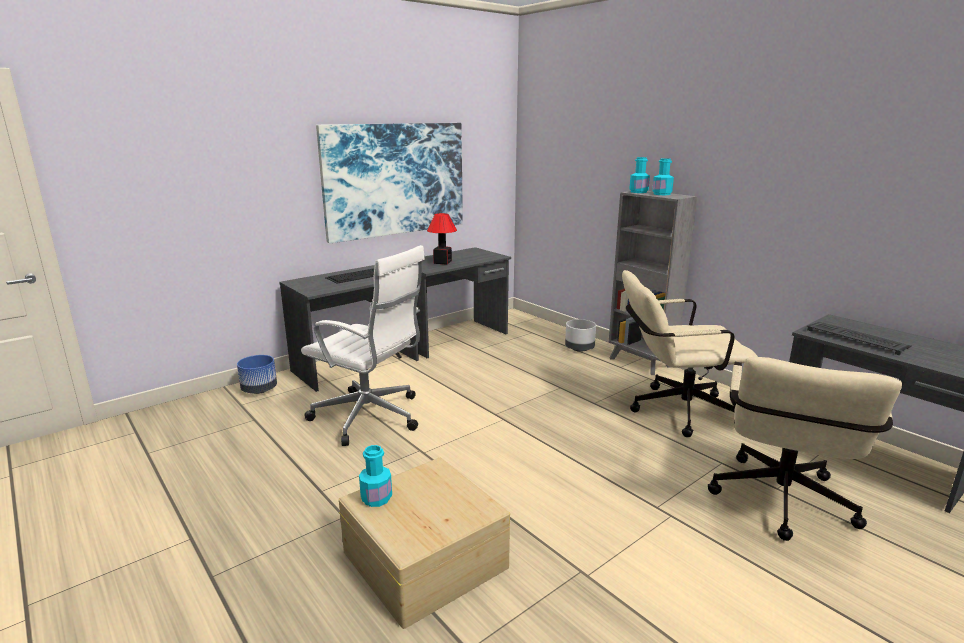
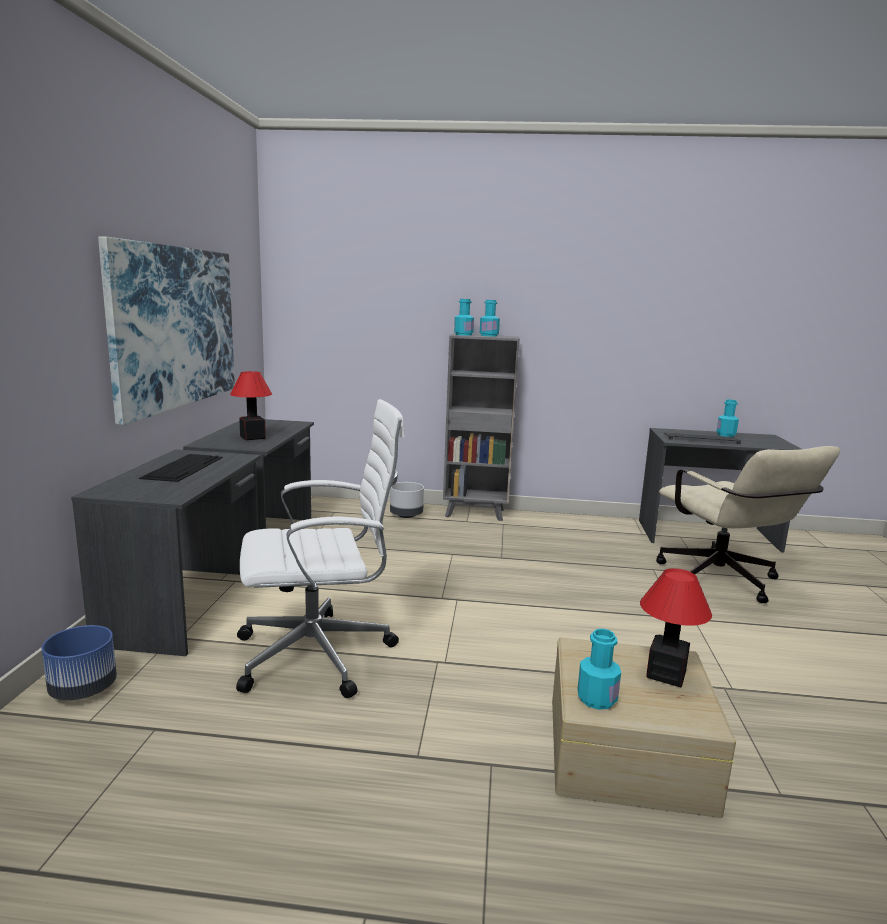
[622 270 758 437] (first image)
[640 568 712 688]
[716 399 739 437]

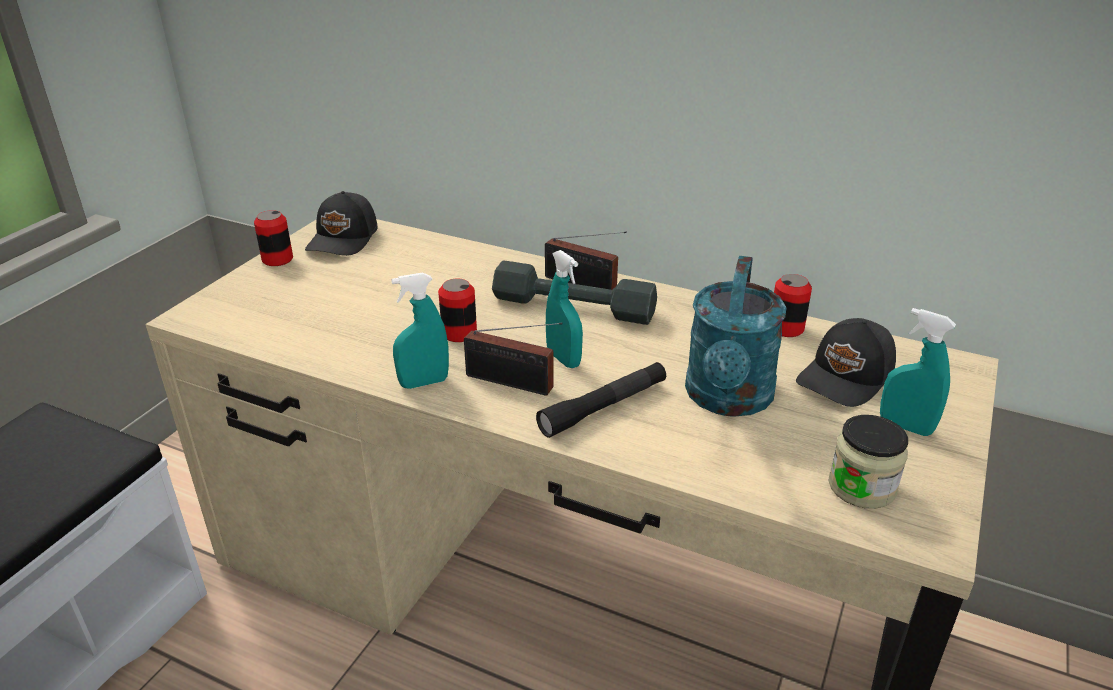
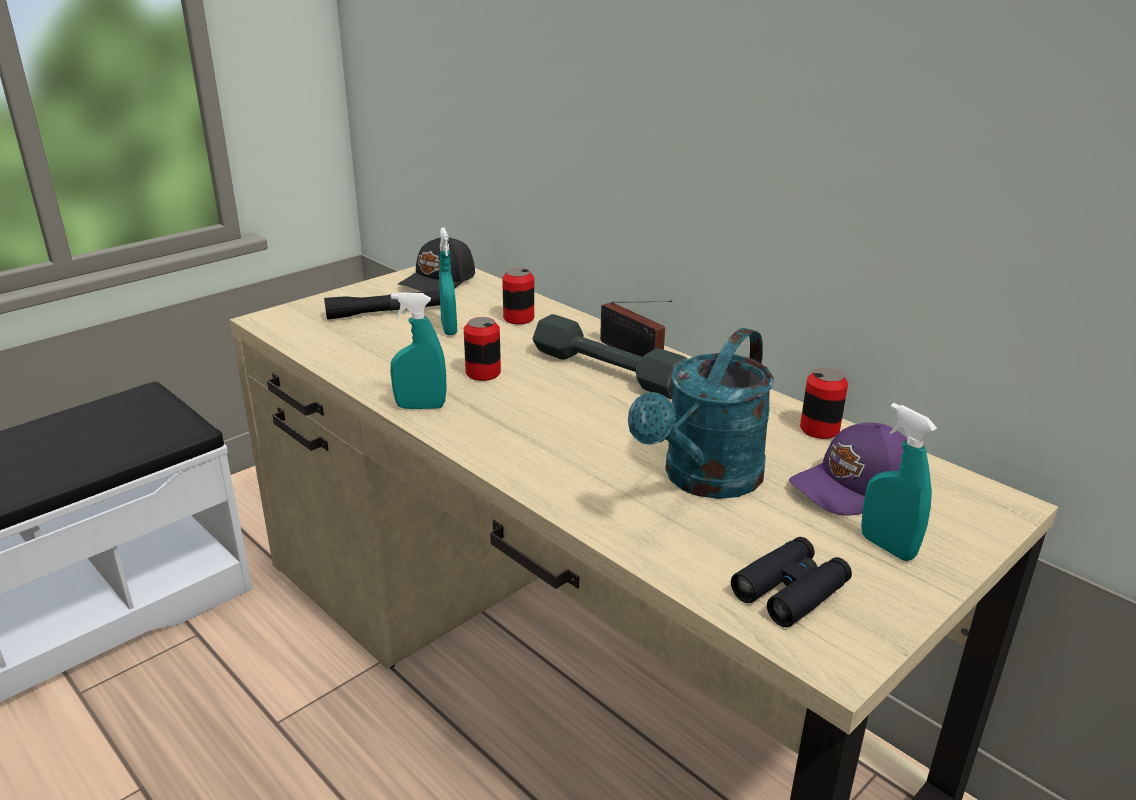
[502 268 534 324]
[464 323 563 396] (first image)
[324 290 440 320]
[439 228 457 335]
[789 422 907 516]
[731 537 852 627]

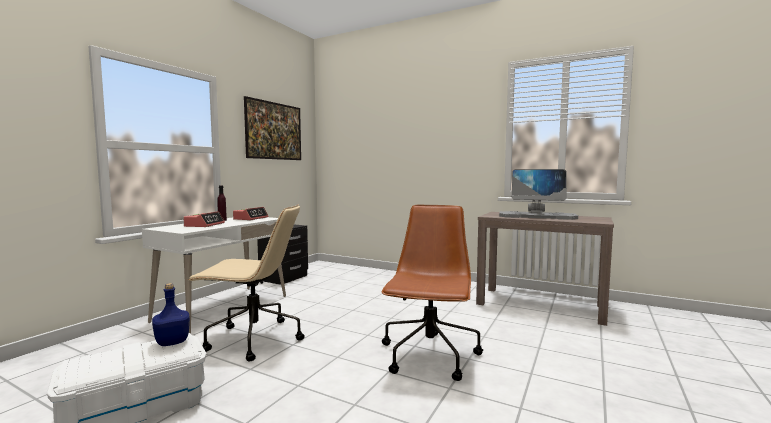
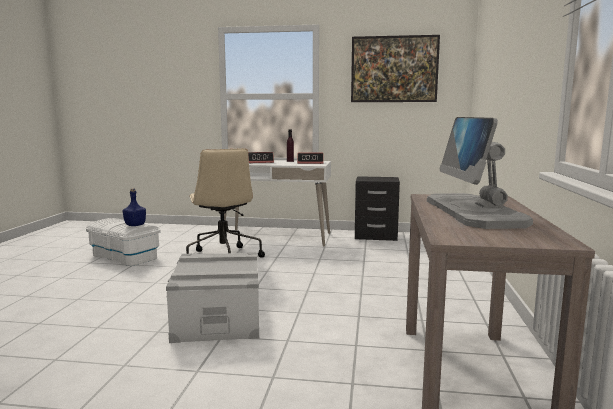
[166 252 259 343]

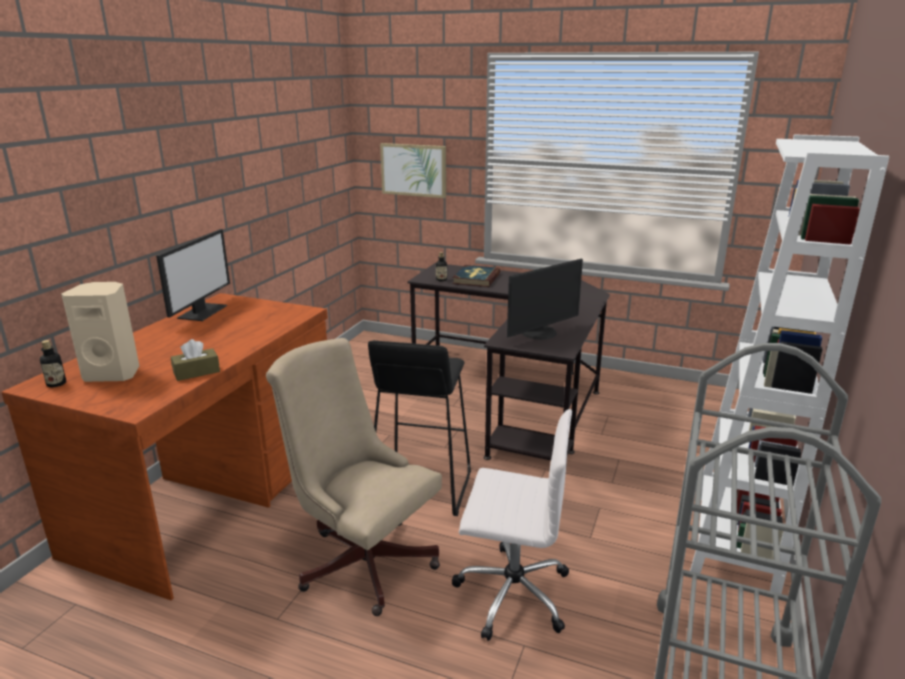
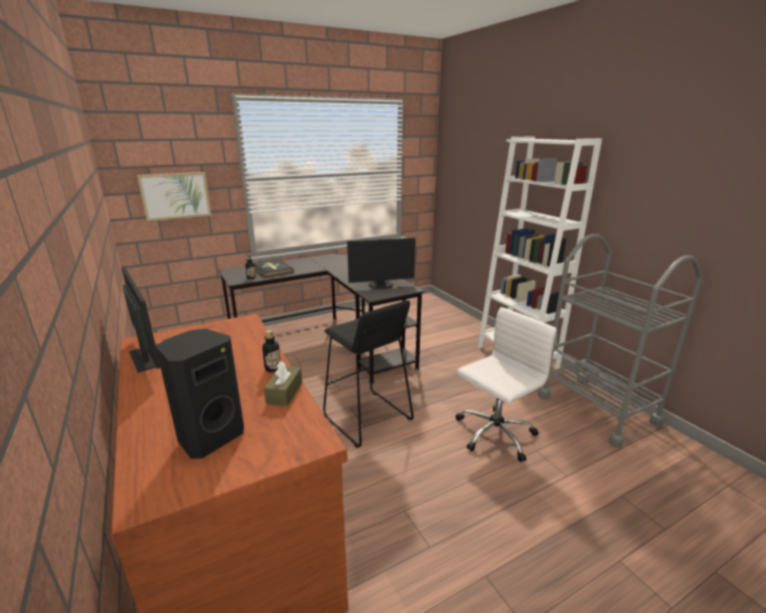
[262 330 281 372]
[156 328 244 459]
[266 338 442 616] (first image)
[347 238 416 289]

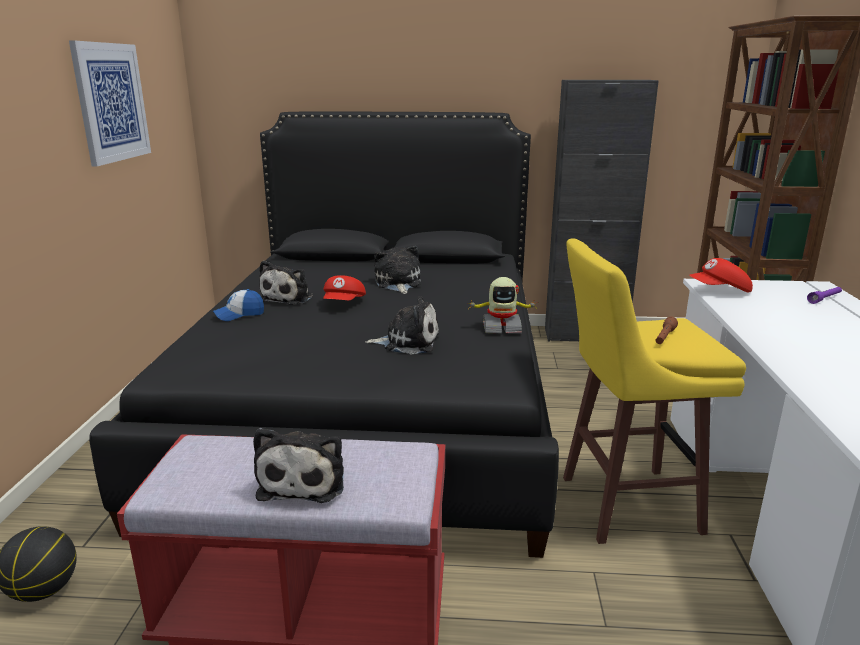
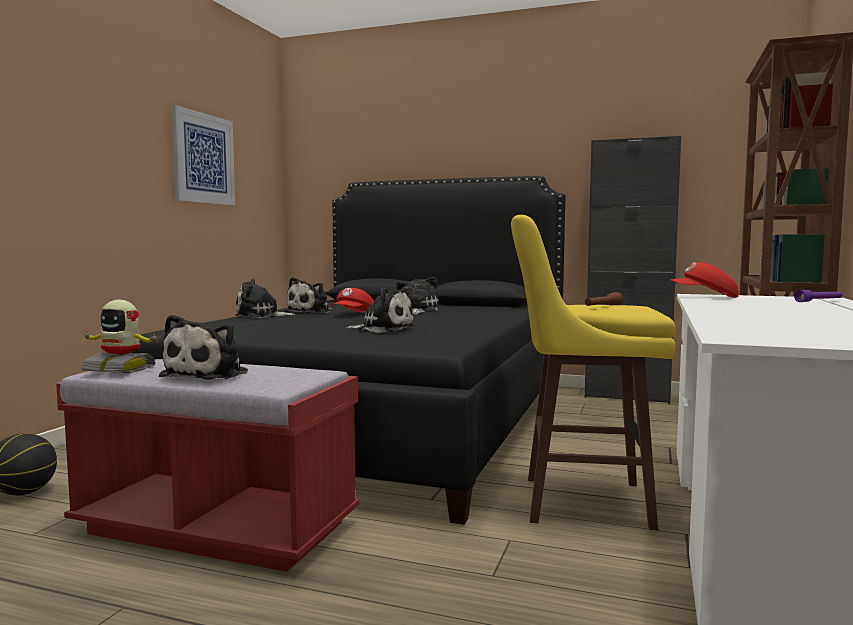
[235 278 296 318]
[81 300 159 373]

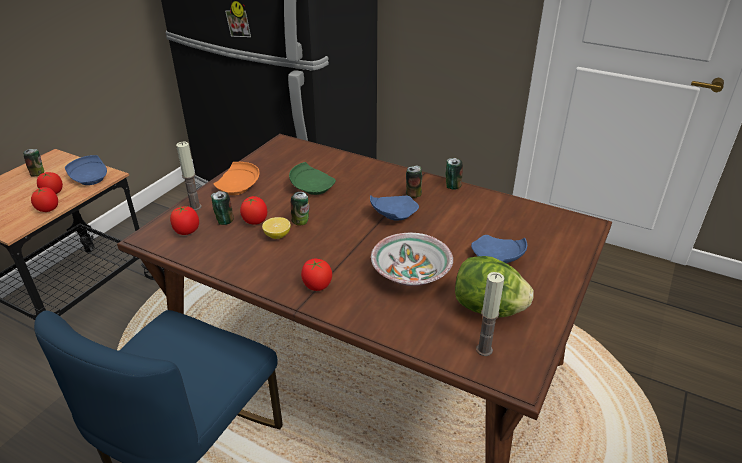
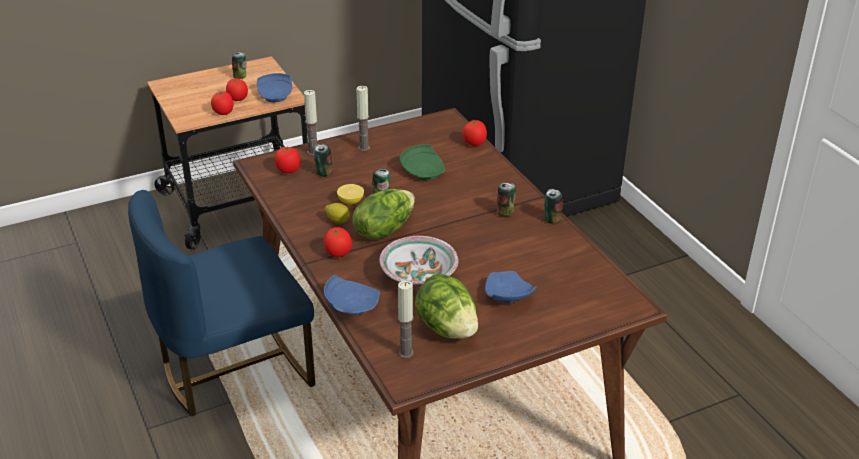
[356 86 370 151]
[462 120 487 146]
[324 275 380 315]
[325 203 350 223]
[352 189 415 239]

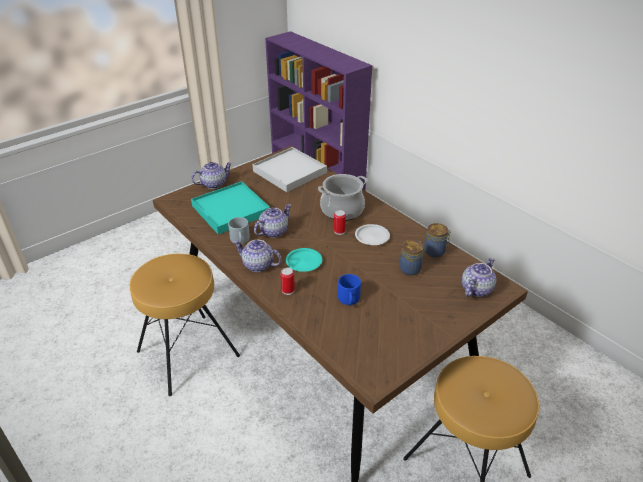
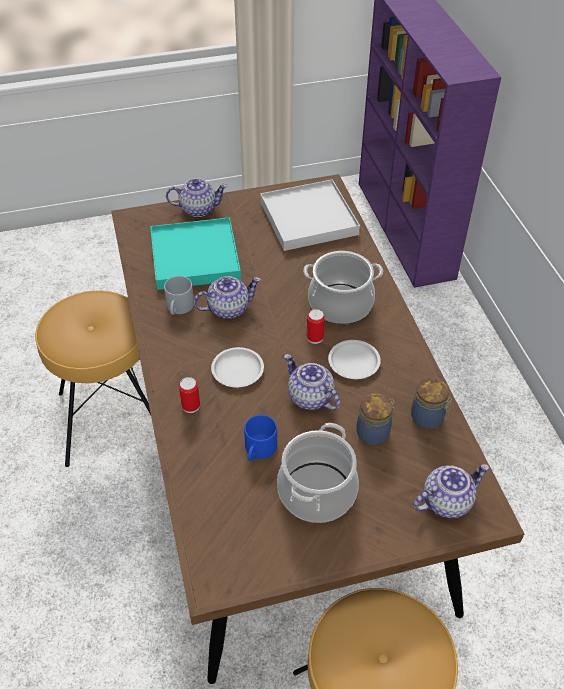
[284 354 340 411]
[211 347 264 387]
[277 423 359 523]

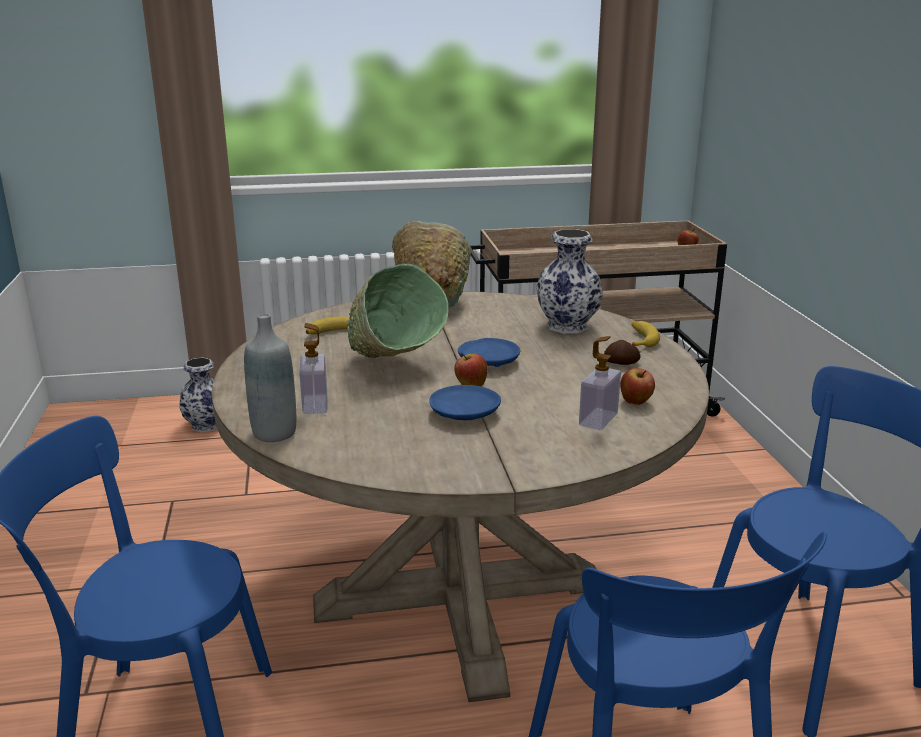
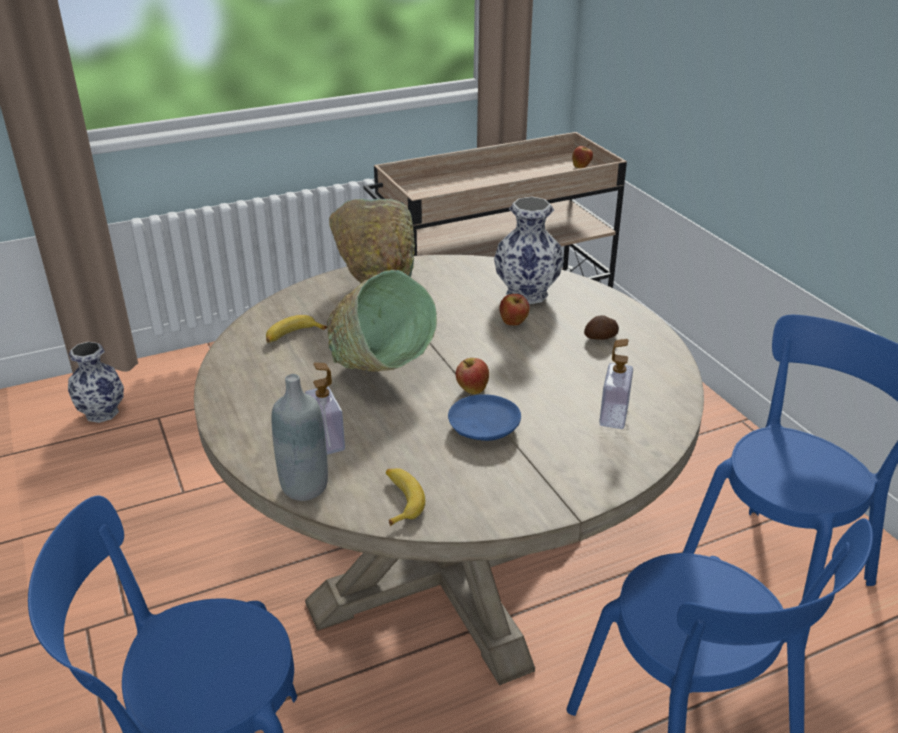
[458 338 520 367] (first image)
[499 294 530 326]
[386 468 425 526]

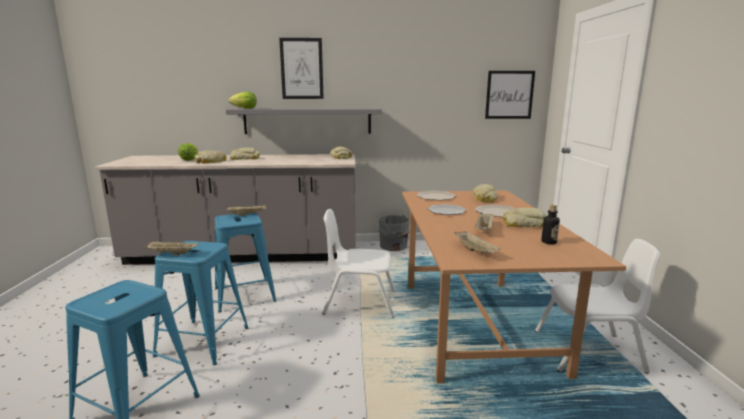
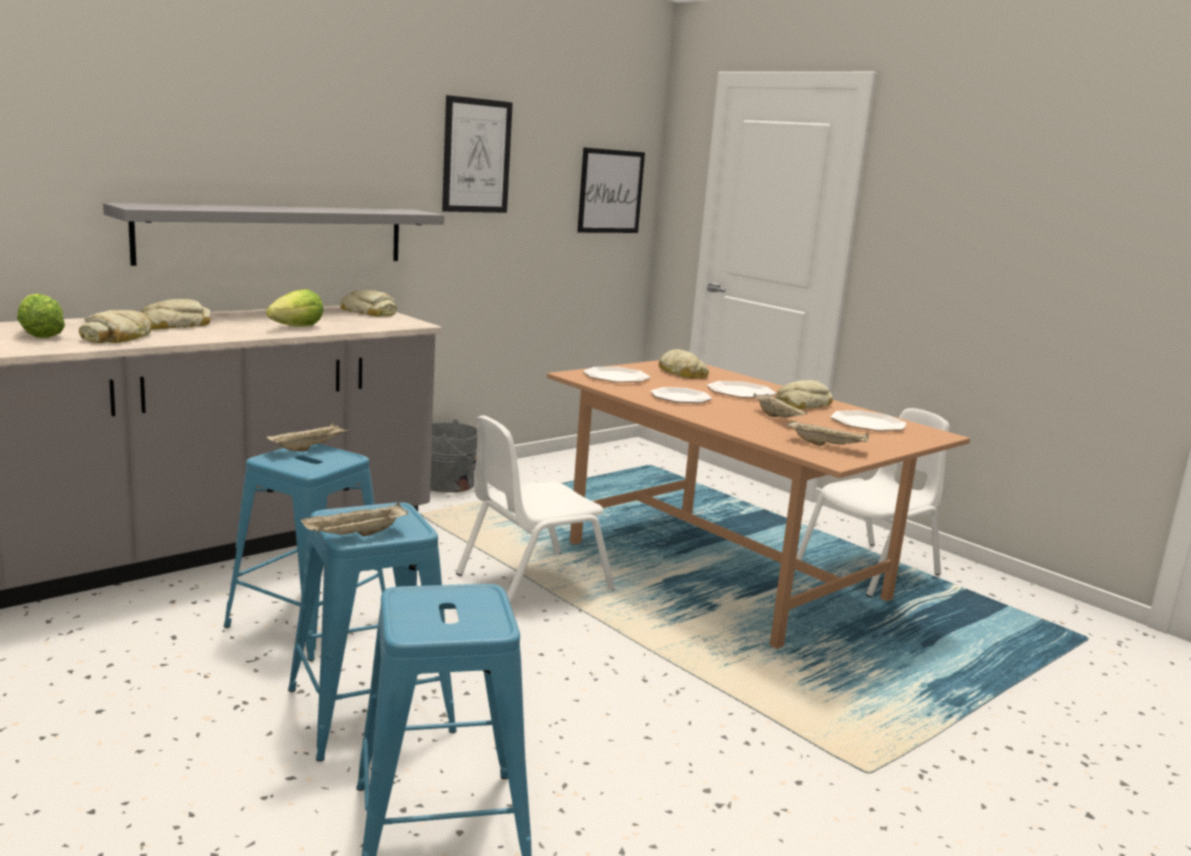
[266 289 324 327]
[442 95 513 213]
[831 410 906 431]

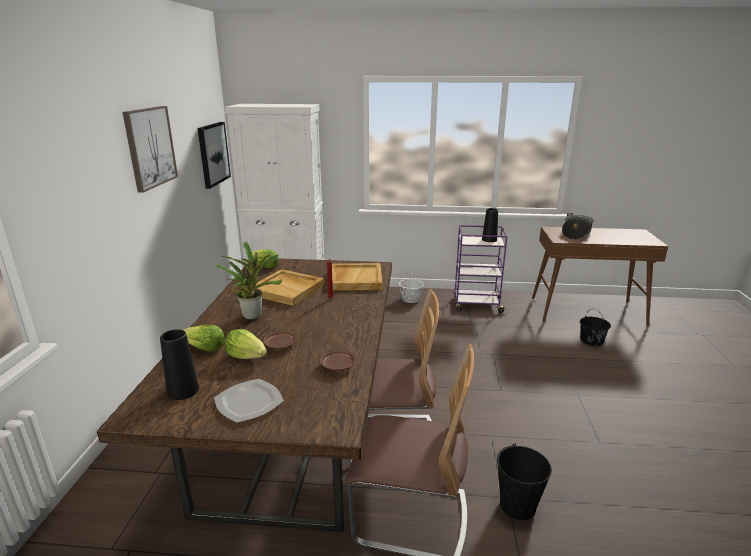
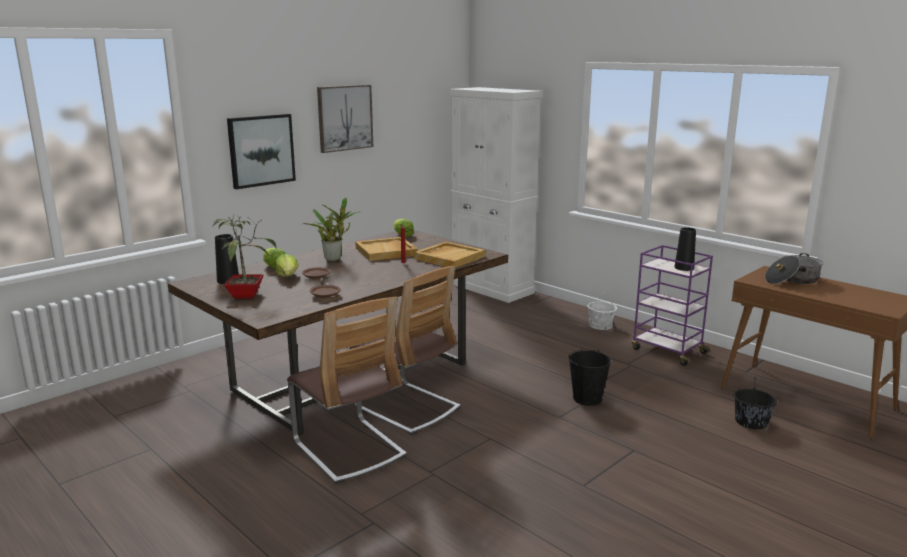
[227 114 296 189]
[213 214 277 299]
[569 350 611 406]

